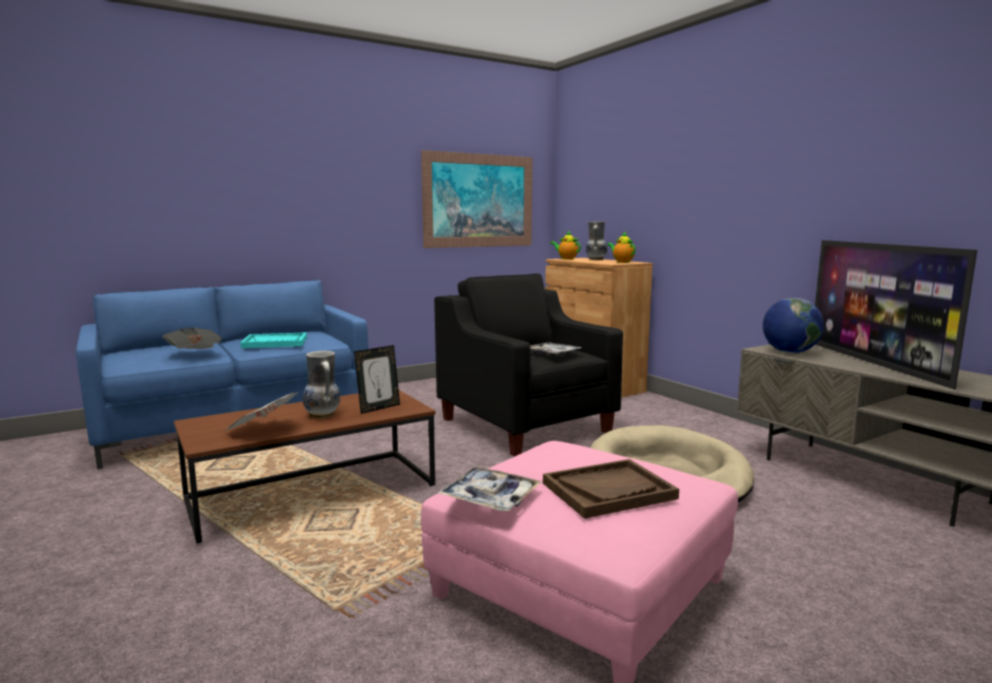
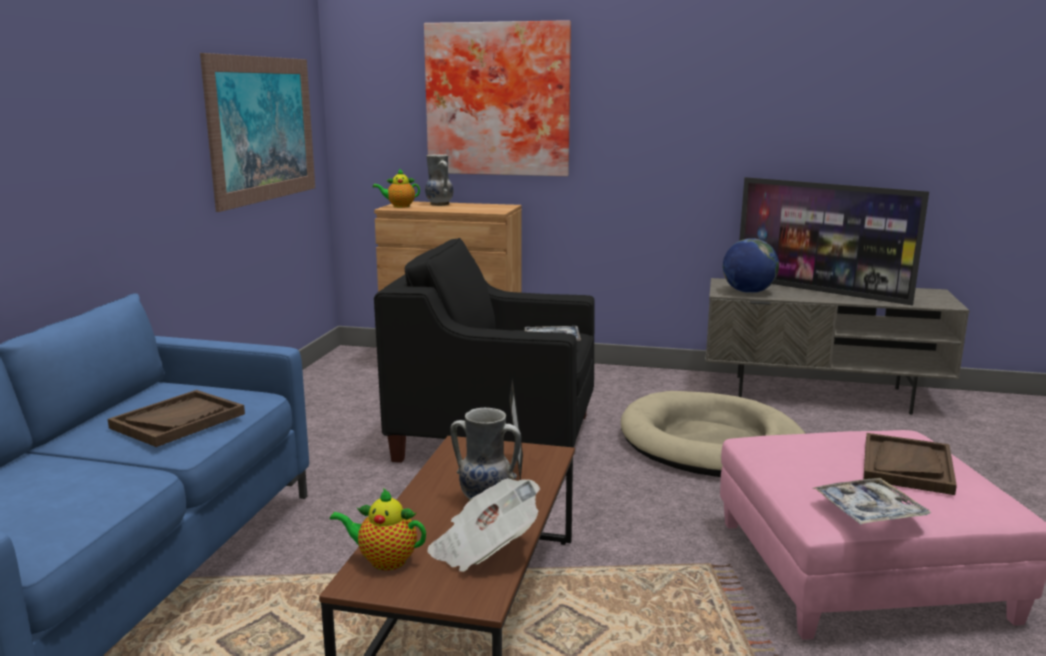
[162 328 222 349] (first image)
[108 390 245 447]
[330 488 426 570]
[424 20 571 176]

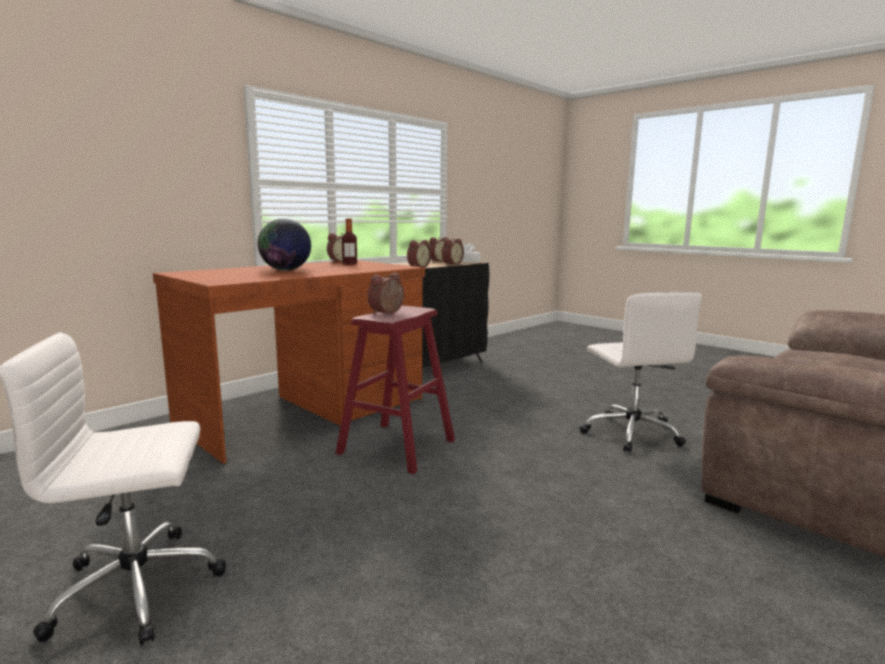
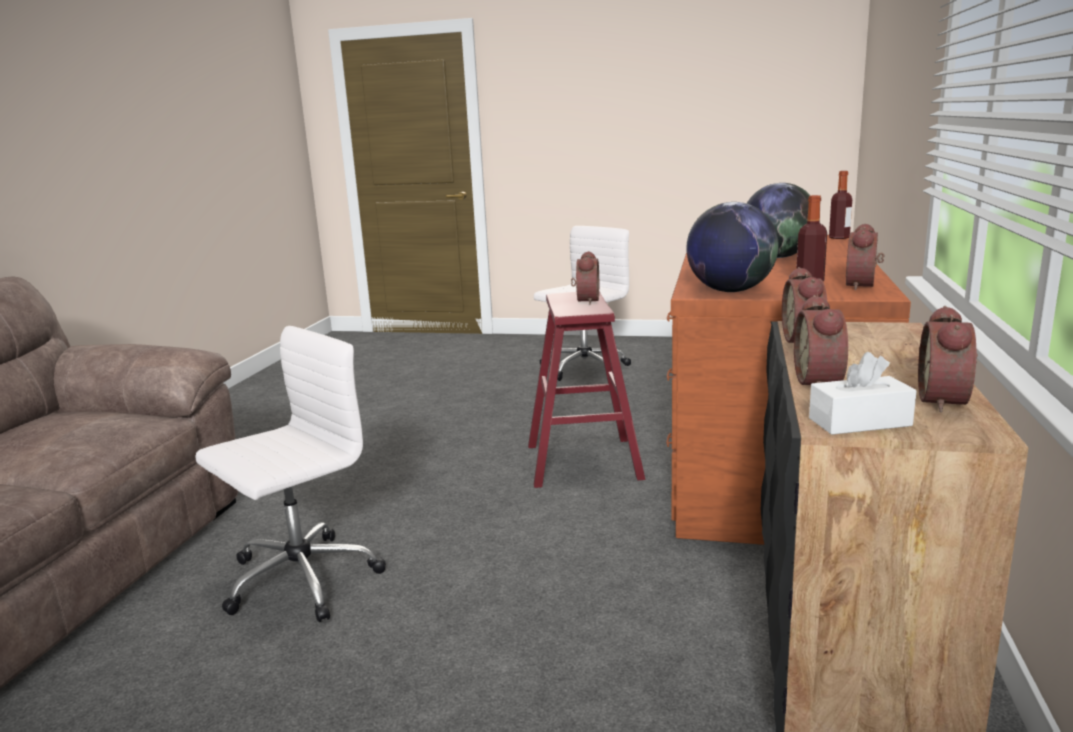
[195 326 386 622]
[686 202 779 292]
[829 171 852 239]

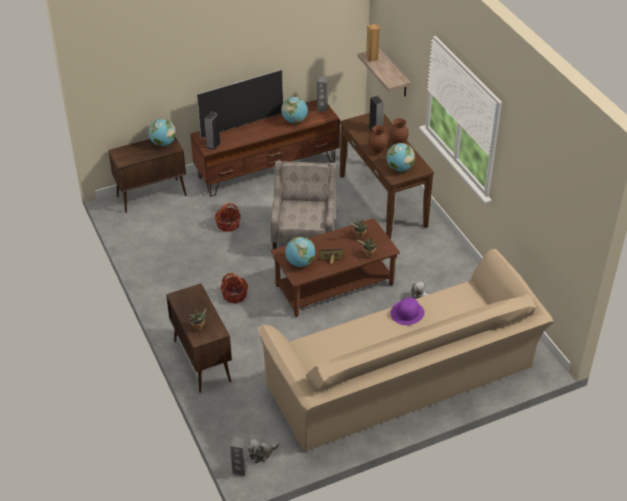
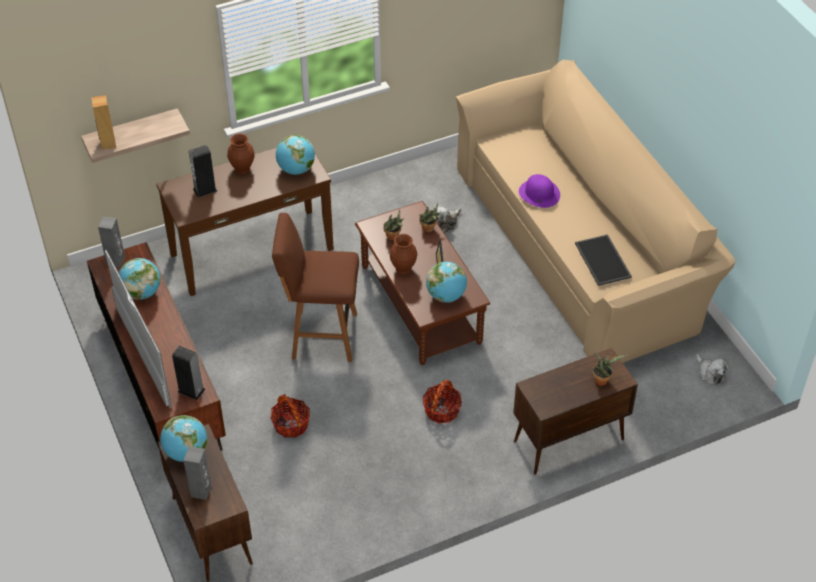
[183 447 211 500]
[272 213 359 362]
[390 234 417 274]
[575 234 632 286]

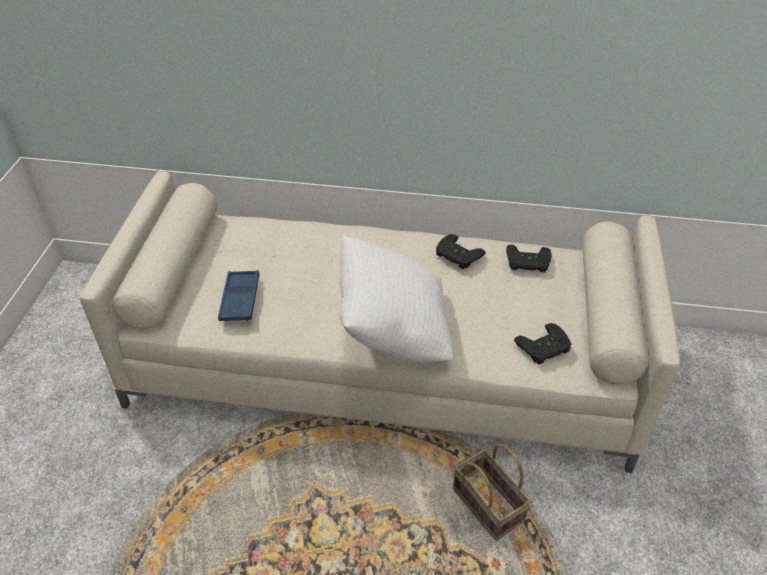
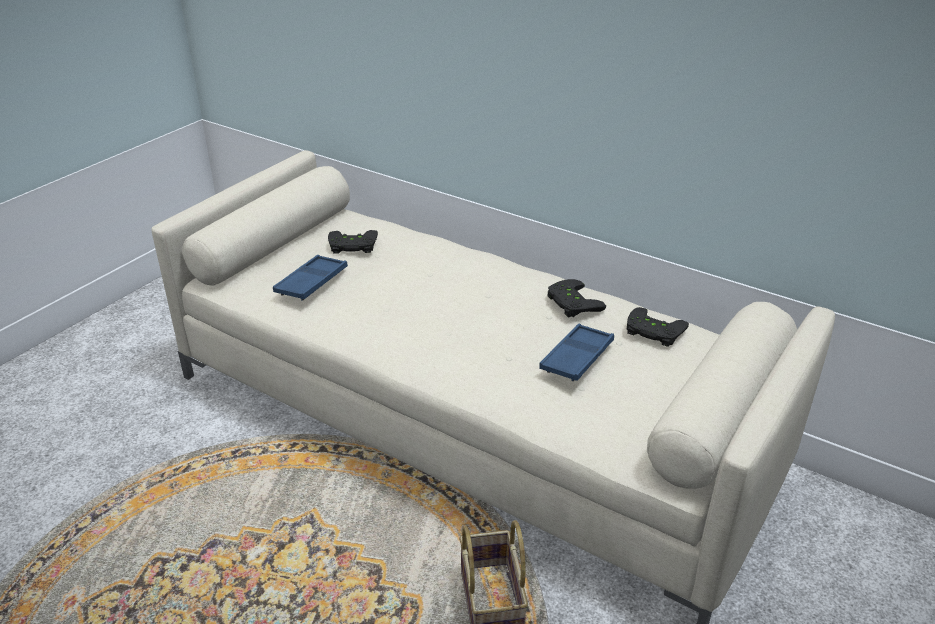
[339 235 453 363] (first image)
[328 230 378 254]
[539 324 614 381]

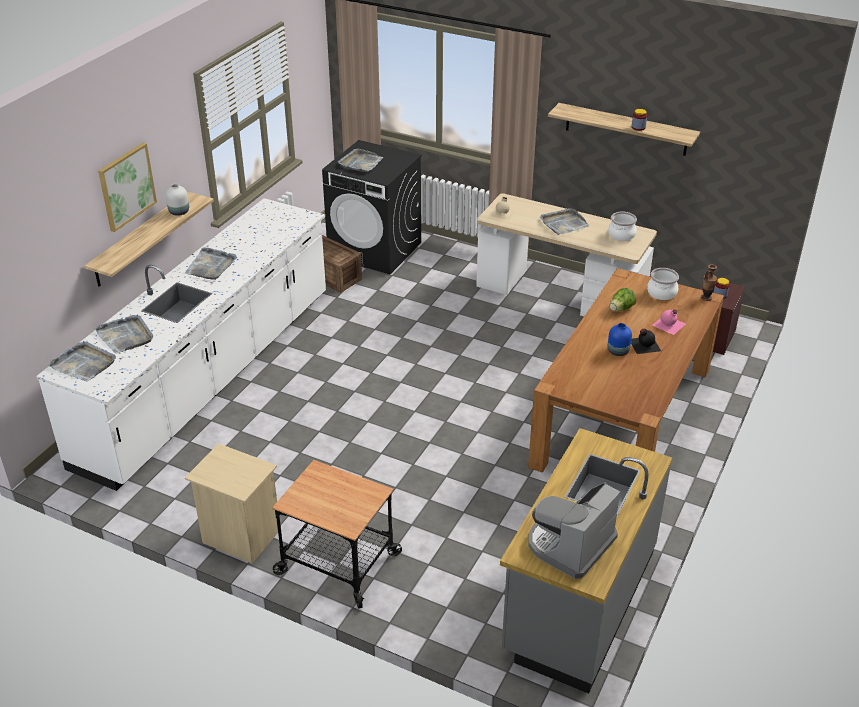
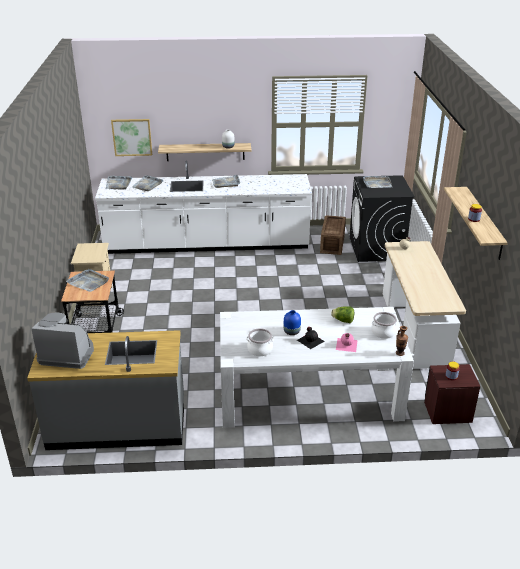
[111 119 152 156]
[220 307 414 428]
[66 269 109 292]
[246 328 274 356]

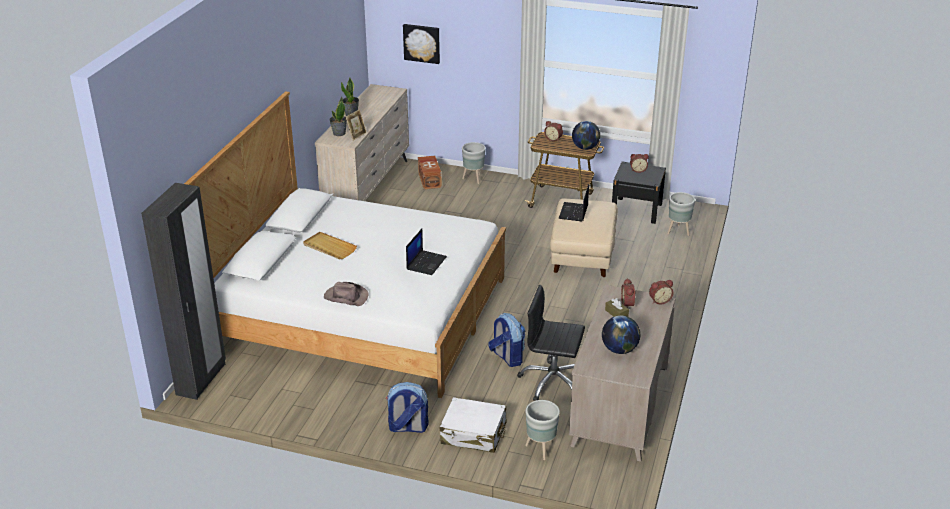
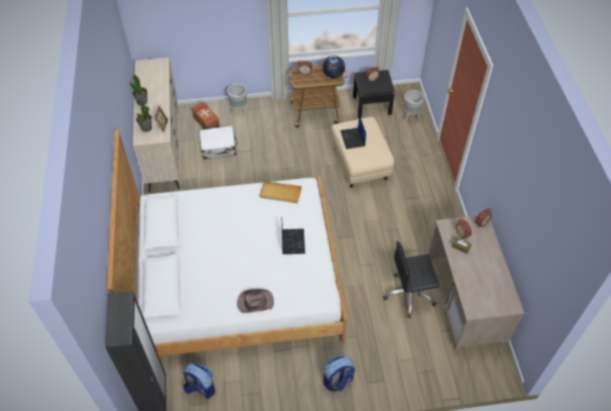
[259 181 302 203]
[403 24 440 64] (first image)
[200 126 238 159]
[183 363 215 399]
[525 400 560 460] (first image)
[602 315 640 354] (first image)

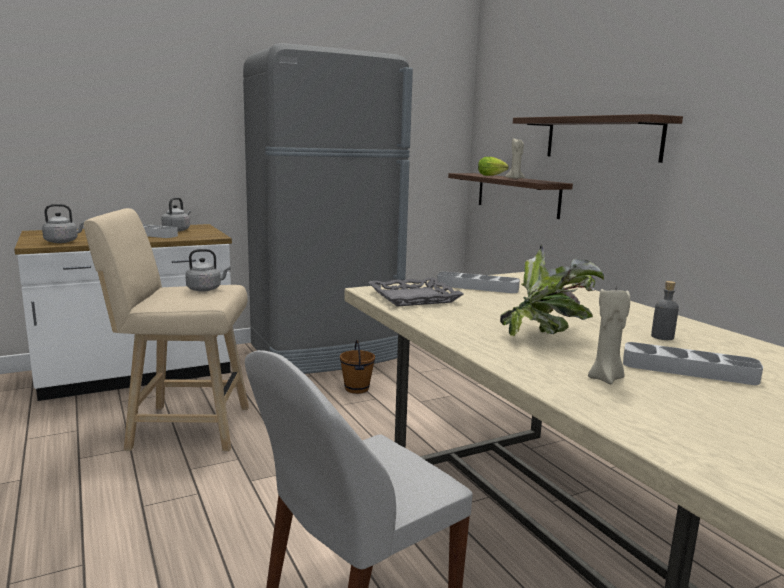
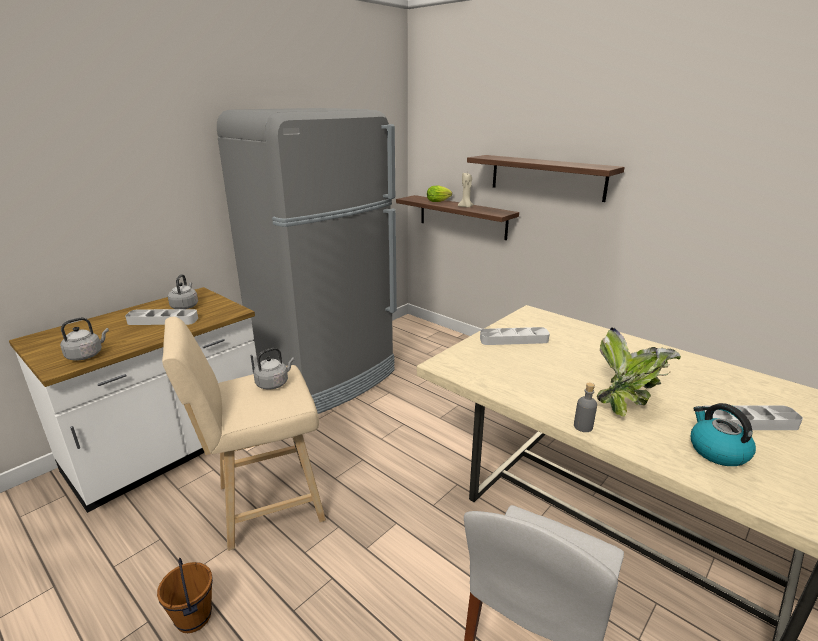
[157 558 213 633]
[368 278 464 306] (first image)
[691 403 756 466]
[574 383 597 432]

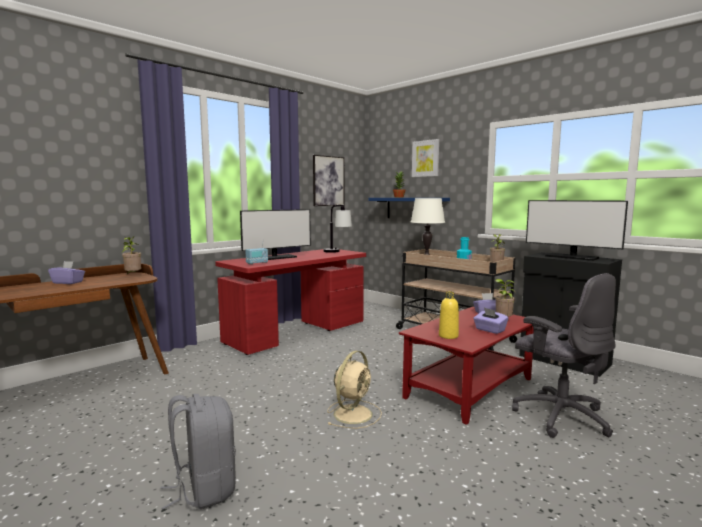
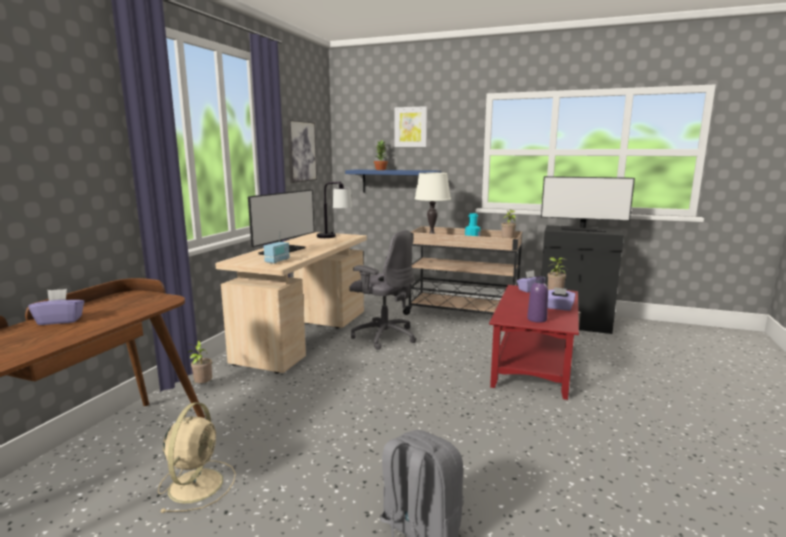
[188 341 212 385]
[215 232 367 374]
[158 402 236 513]
[527 276 548 323]
[350 230 416 350]

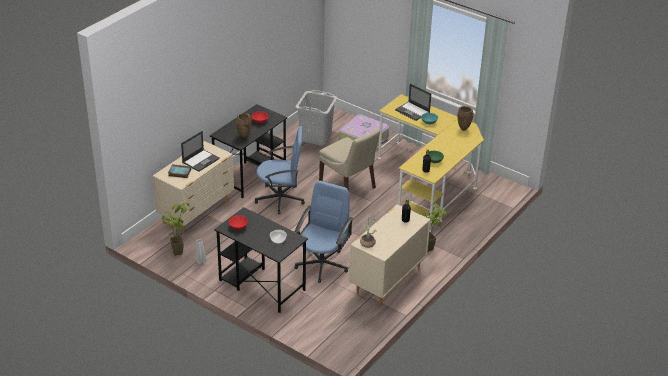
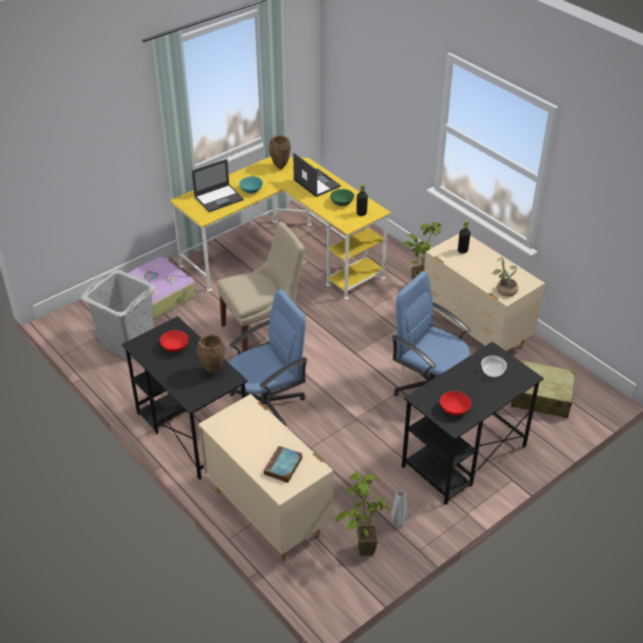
[293 153 341 197]
[229 289 307 426]
[511 359 575 418]

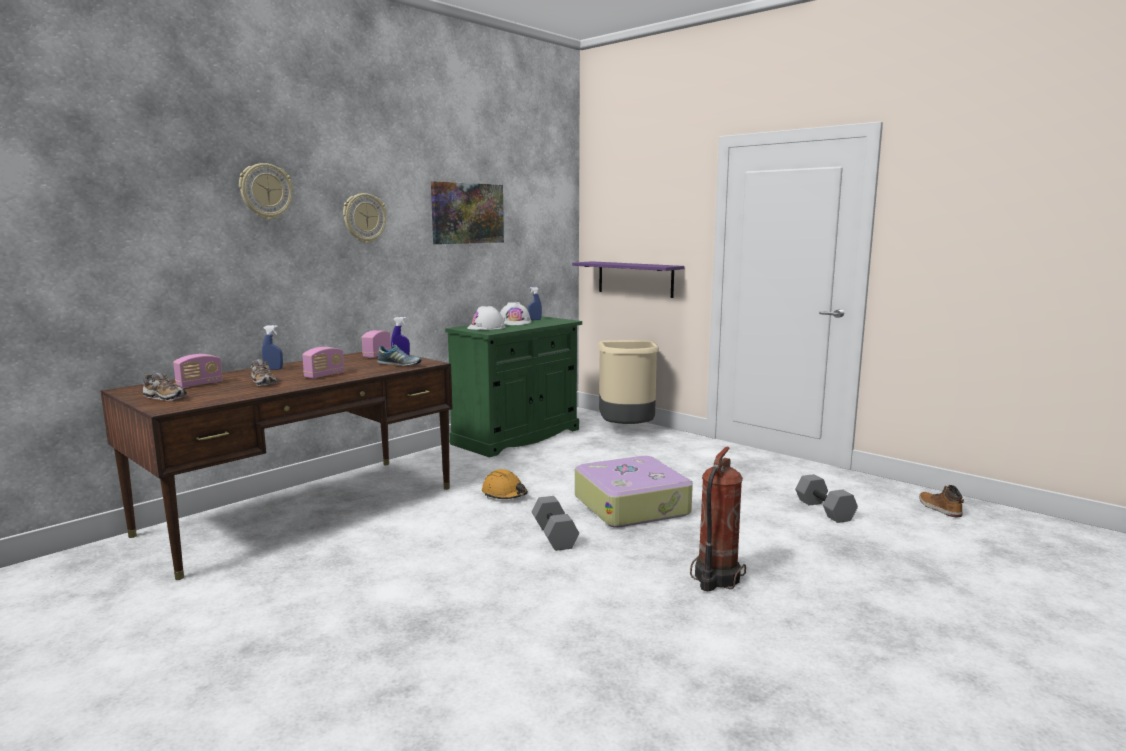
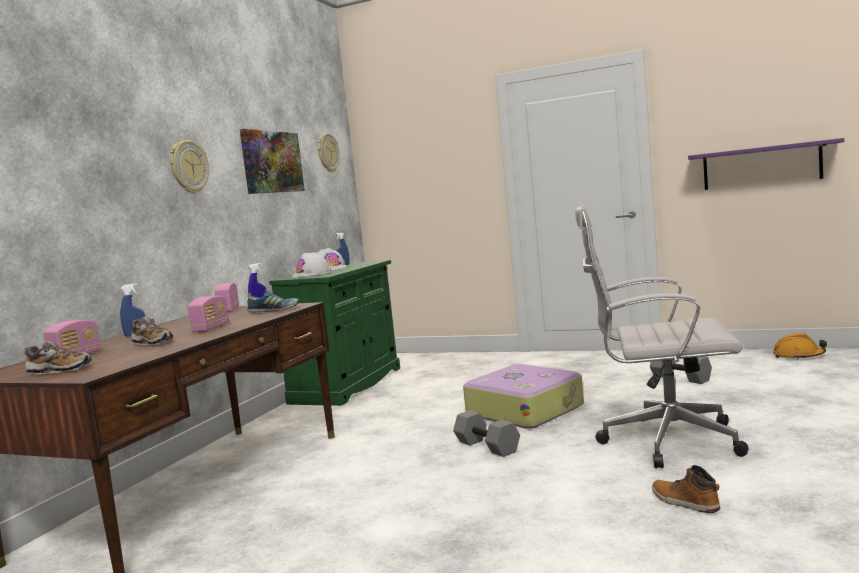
[318 133 340 173]
[773 333 827 359]
[688 138 844 190]
[598 340 659 424] (first image)
[575 205 748 468]
[652 465 720 513]

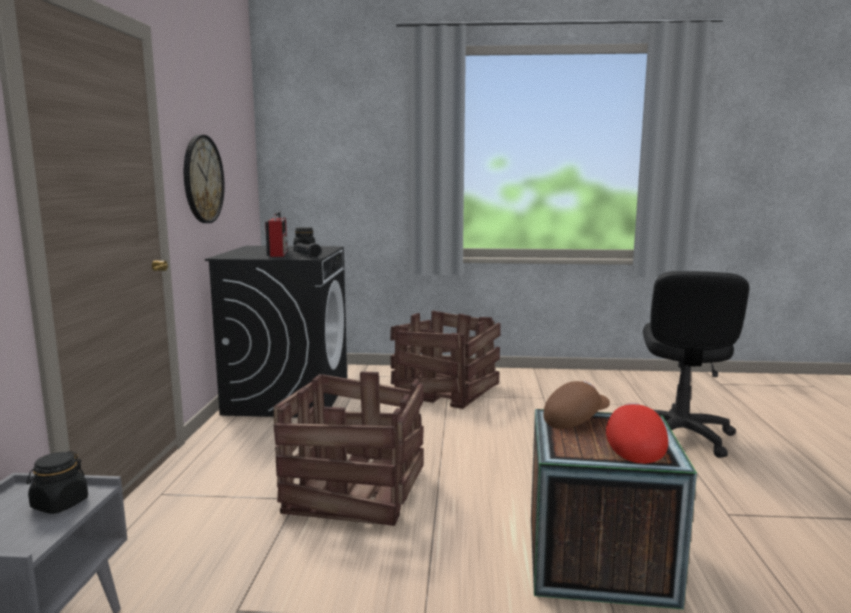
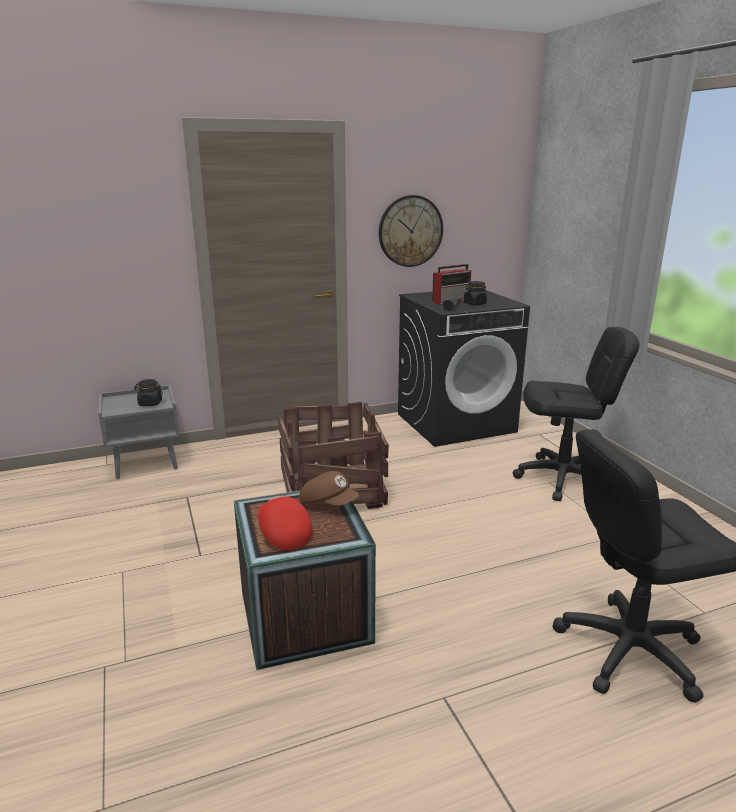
[513 327 640 501]
[257 496 313 551]

